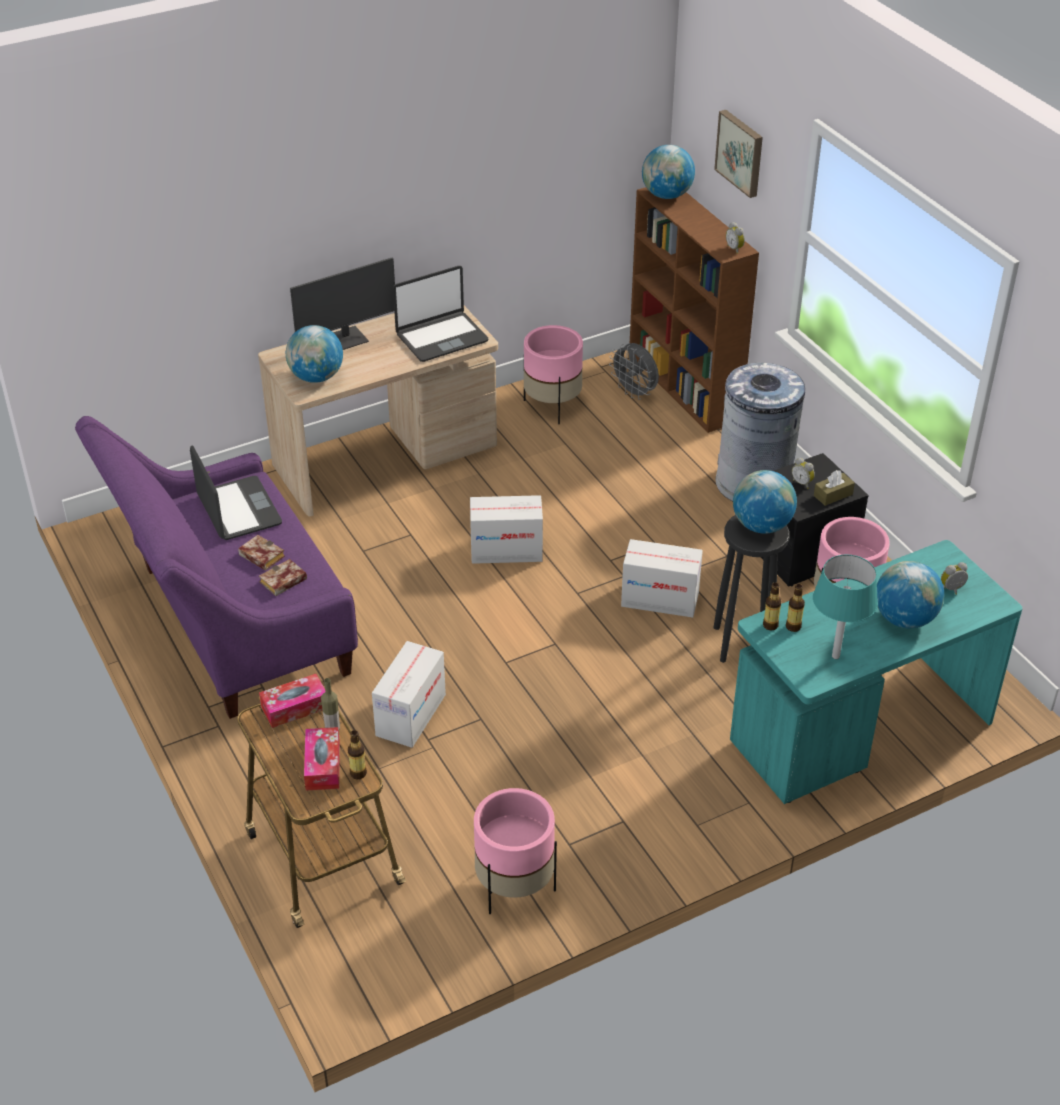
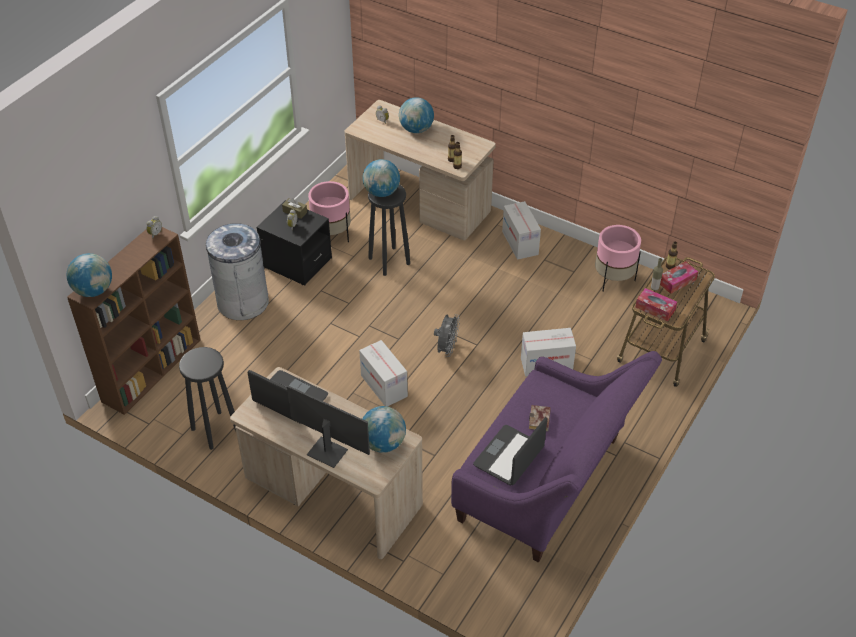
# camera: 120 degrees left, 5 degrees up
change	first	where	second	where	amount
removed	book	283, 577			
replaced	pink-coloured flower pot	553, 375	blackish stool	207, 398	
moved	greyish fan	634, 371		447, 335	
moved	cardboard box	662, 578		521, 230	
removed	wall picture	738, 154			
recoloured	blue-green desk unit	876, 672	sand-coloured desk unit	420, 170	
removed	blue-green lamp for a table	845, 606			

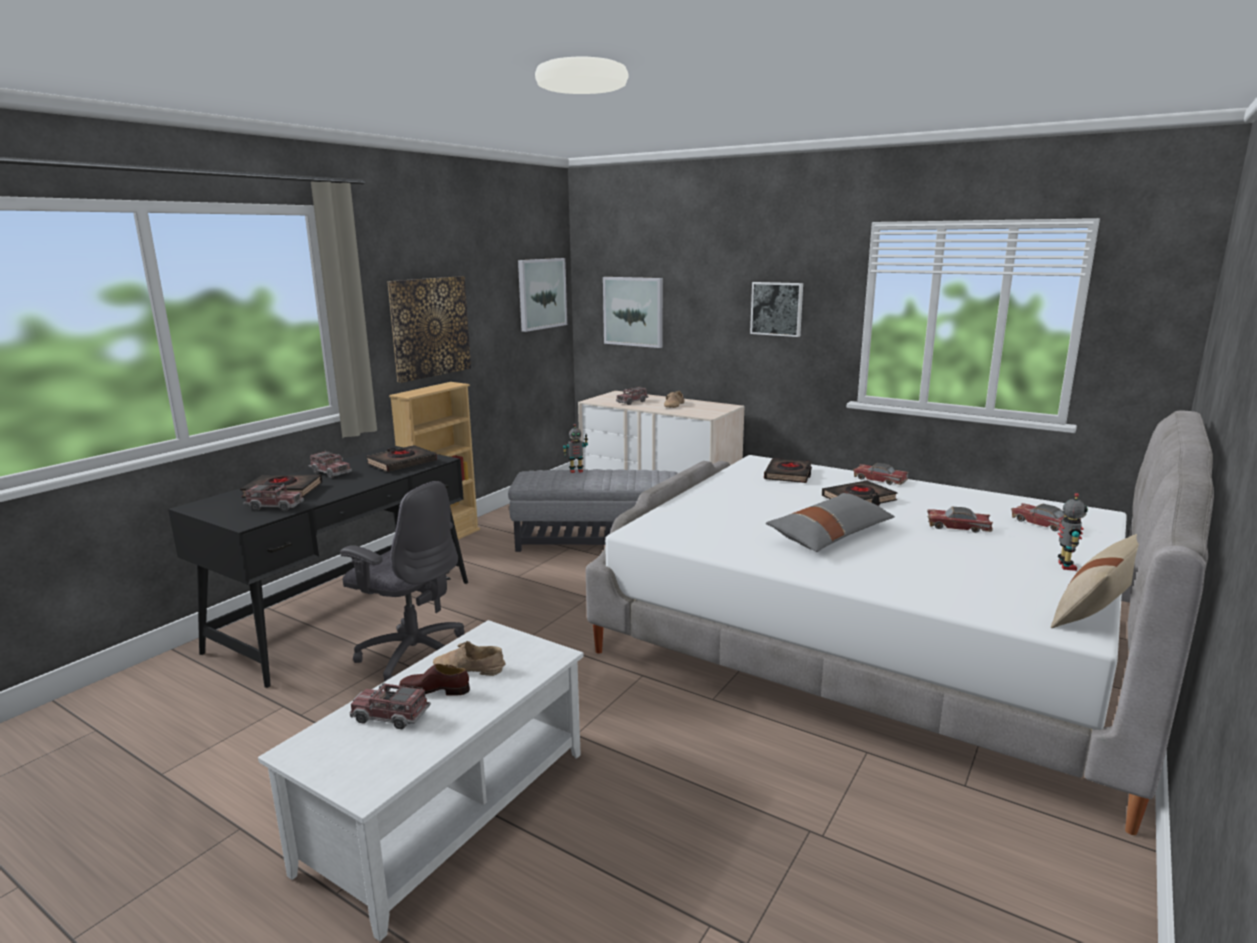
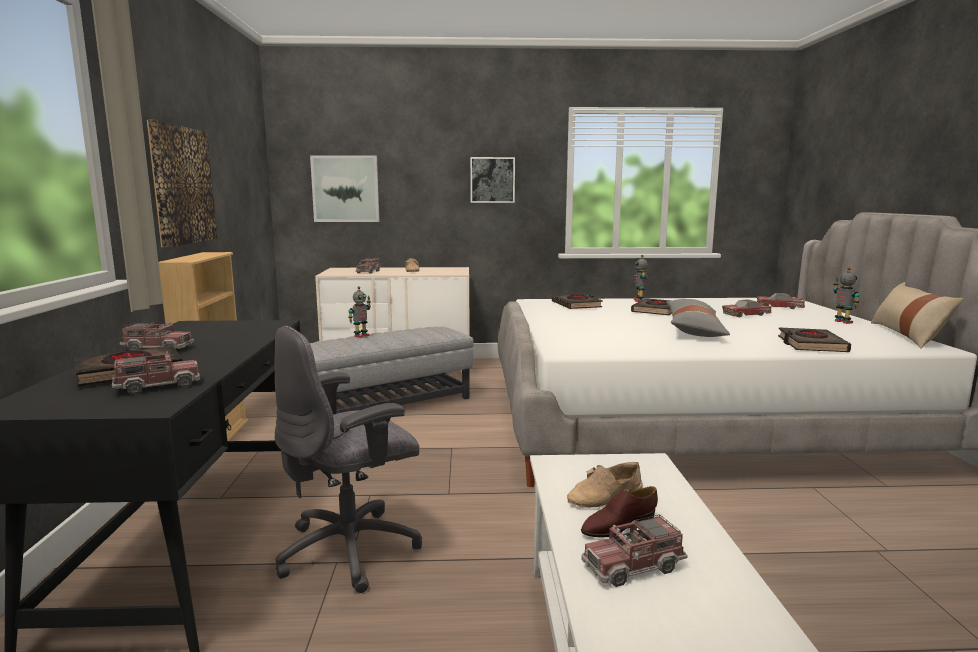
# camera: 35 degrees left, 5 degrees down
change	first	where	second	where	amount
turned	greyish computer chair	402, 581		348, 459	150 degrees clockwise
moved	blackish book	401, 458		814, 339	
removed	wall picture	542, 295			
replaced	toy car	880, 474	toy robot	641, 278	

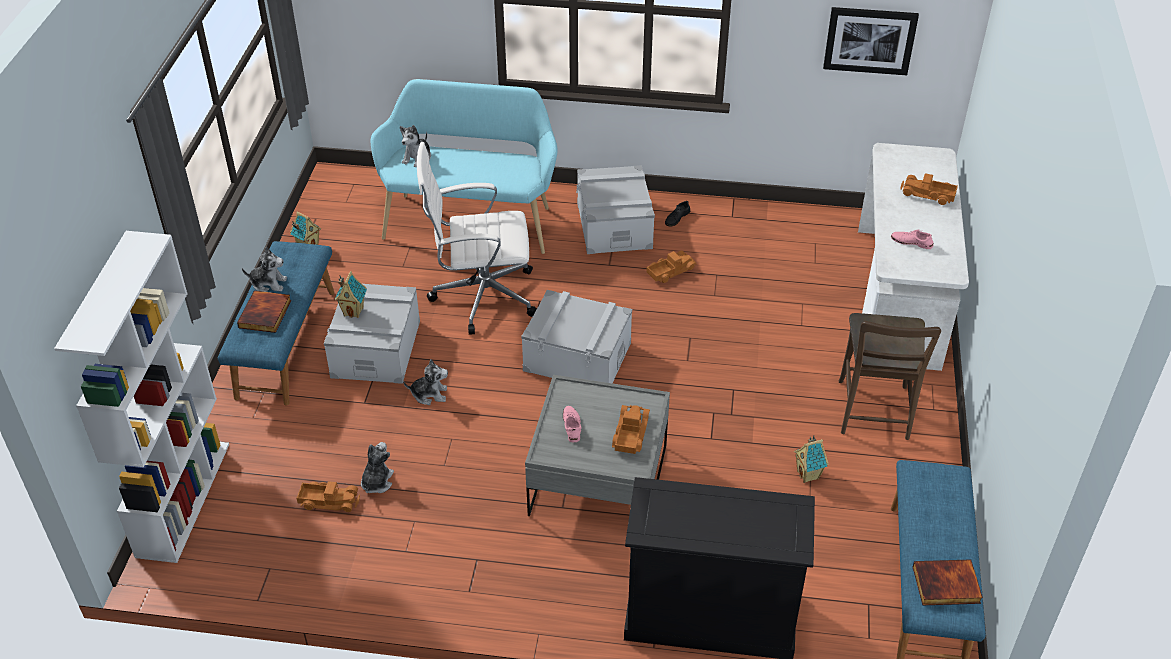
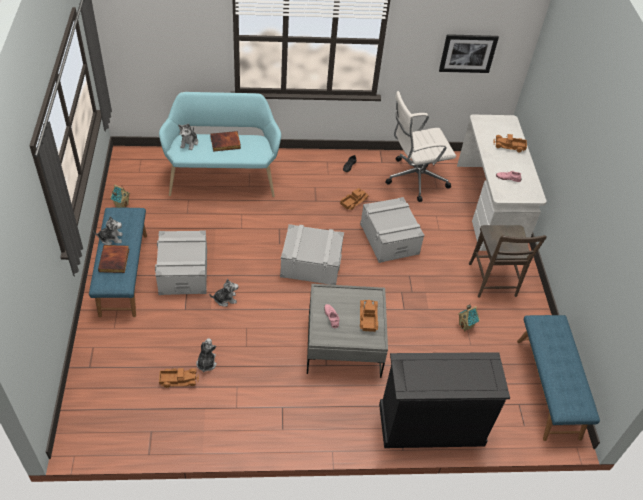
# camera: 15 degrees left, 5 degrees up
change	first	where	second	where	amount
removed	white-coloured bookcase	141, 397			
removed	miniature house	350, 294			
moved	white-coloured computer chair	477, 238		420, 146	
moved	greyish storage box	615, 209		392, 230	
moved	book	948, 582		225, 141	

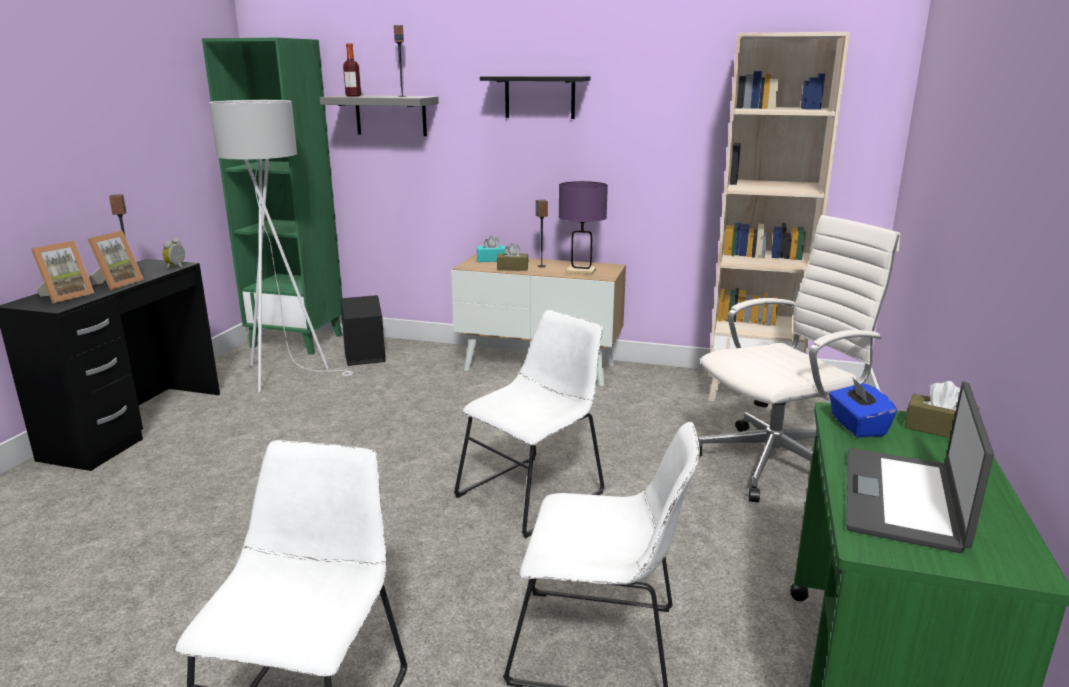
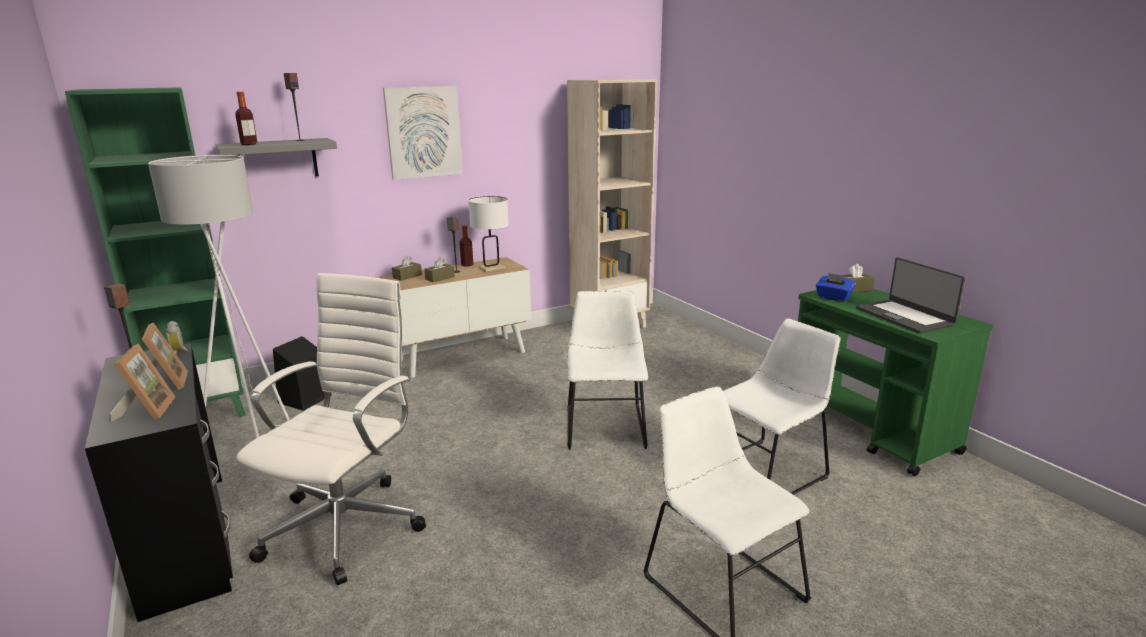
# camera: 45 degrees left, 0 degrees up
change	first	where	second	where	amount
recoloured	blue-green tissue holder	491, 248	brown-coloured tissue holder	407, 268	
replaced	blackish bracket shelf	535, 97	wall picture	423, 133	
recoloured	purple-coloured lamp for a table	583, 228	white-coloured lamp for a table	488, 234	
moved	white-coloured computer chair	799, 358		331, 429	
added			beverage bottle	466, 246	

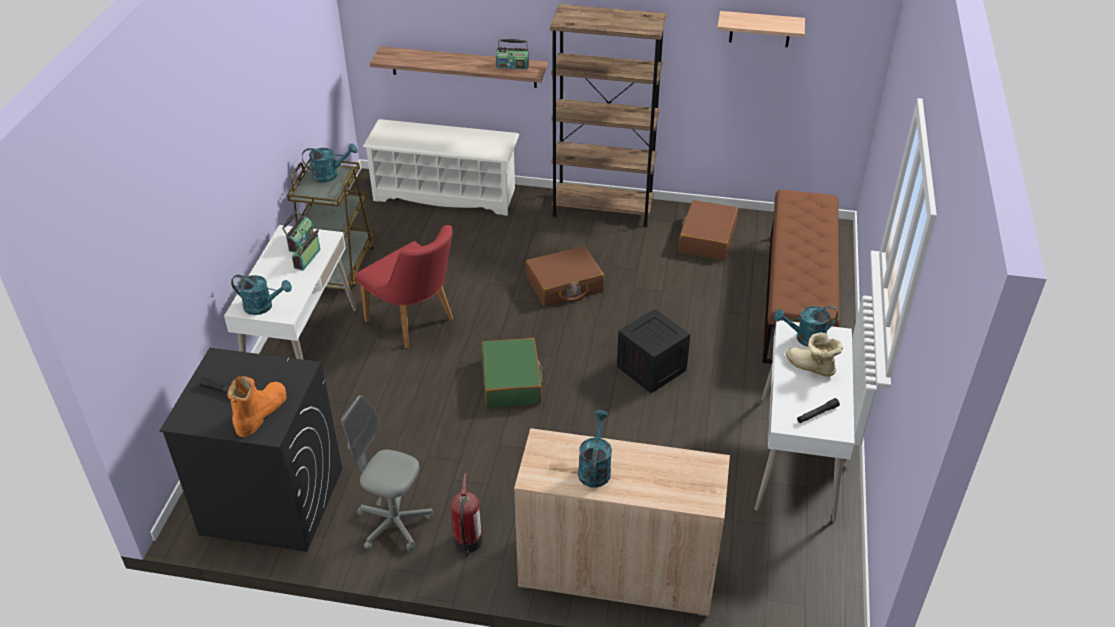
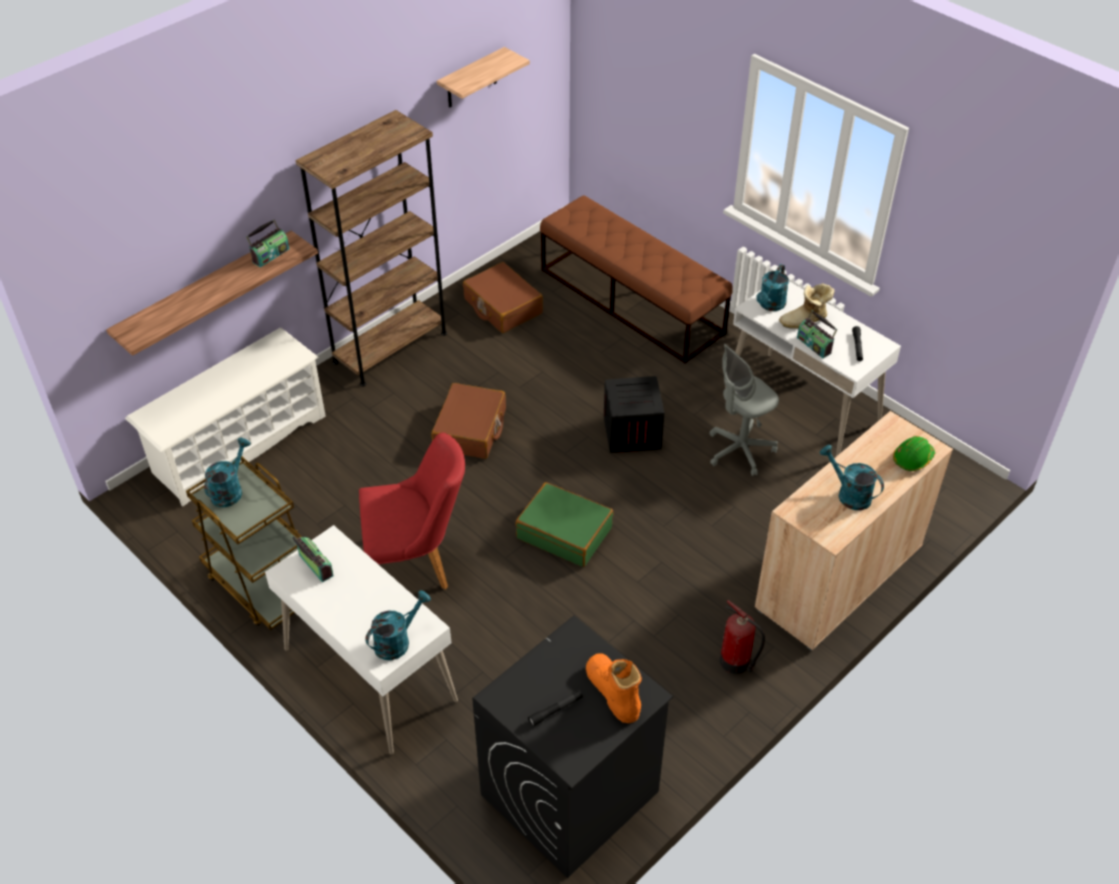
# camera: 55 degrees left, 5 degrees up
change	first	where	second	where	amount
moved	radio set	306, 250		817, 334	
moved	greyish computer chair	387, 473		744, 410	
added			green safety helmet	914, 453	

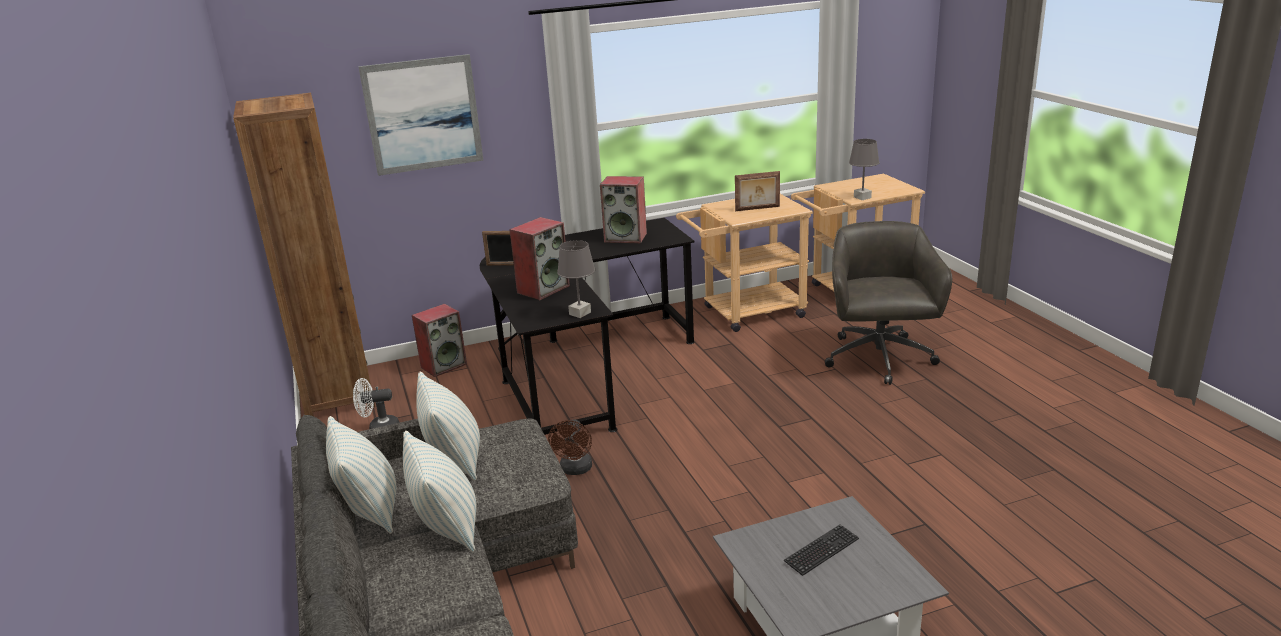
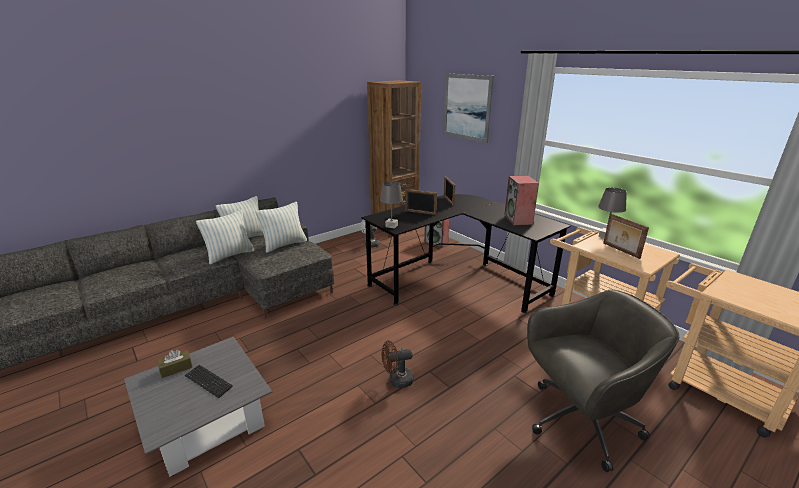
# camera: 70 degrees right, 0 degrees up
change	first	where	second	where	amount
replaced	audio speaker	539, 258	picture frame	421, 202	
moved	brown-coloured fan	570, 447		398, 364	
moved	greyish lamp for a table	864, 169		612, 213	
added			brown-coloured tissue holder	174, 364	

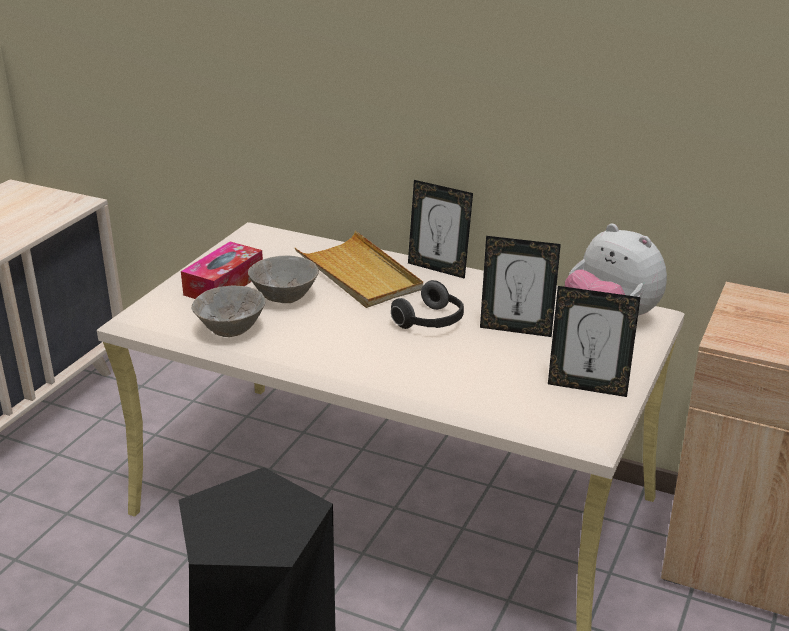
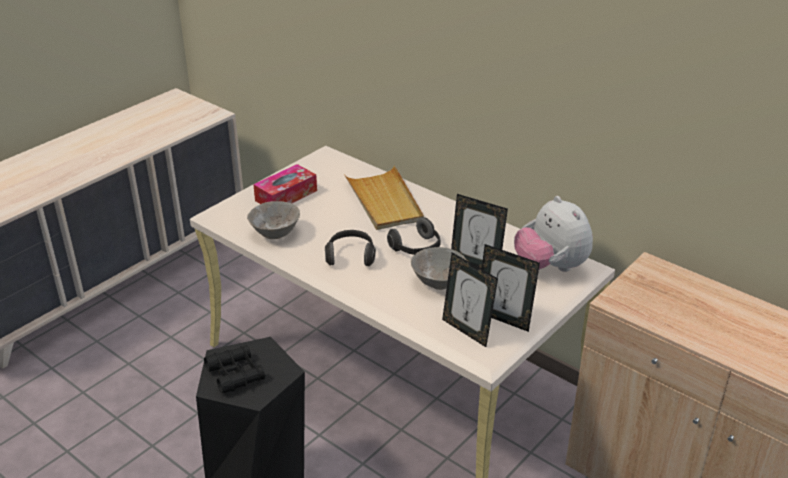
# camera: 15 degrees right, 5 degrees up
change	first	where	second	where	amount
moved	greyish bowl	283, 279		438, 268	
moved	picture frame	440, 229		470, 300	
added			blackish binoculars	234, 369	
added			headset	350, 248	

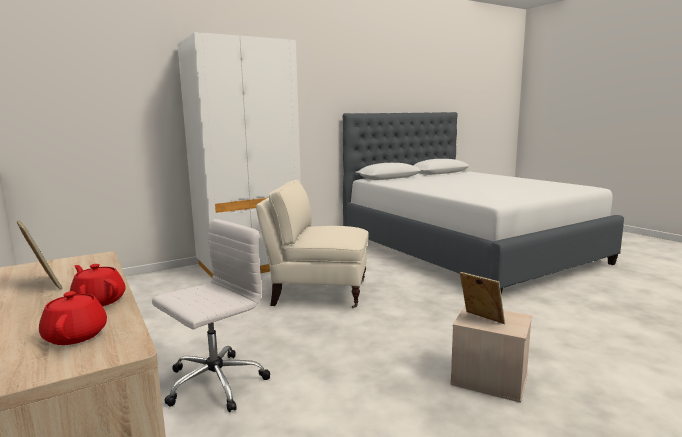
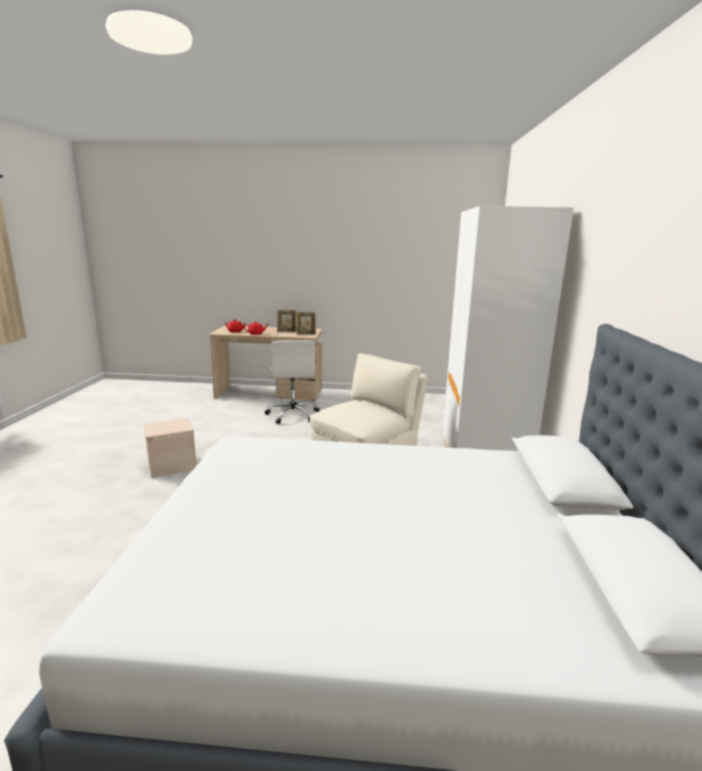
# camera: 125 degrees right, 5 degrees up
change	first	where	second	where	amount
moved	picture frame	482, 298		306, 323	

